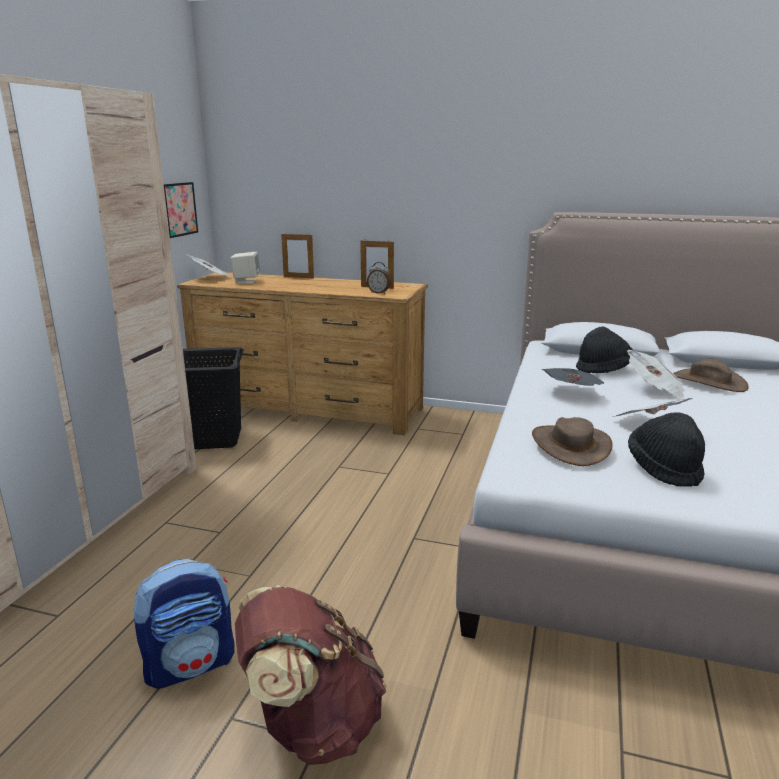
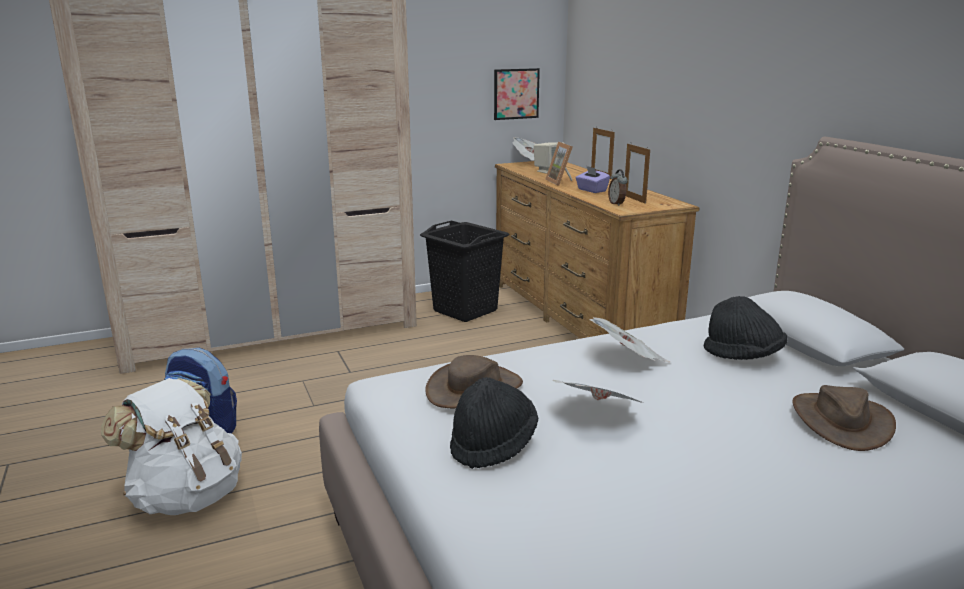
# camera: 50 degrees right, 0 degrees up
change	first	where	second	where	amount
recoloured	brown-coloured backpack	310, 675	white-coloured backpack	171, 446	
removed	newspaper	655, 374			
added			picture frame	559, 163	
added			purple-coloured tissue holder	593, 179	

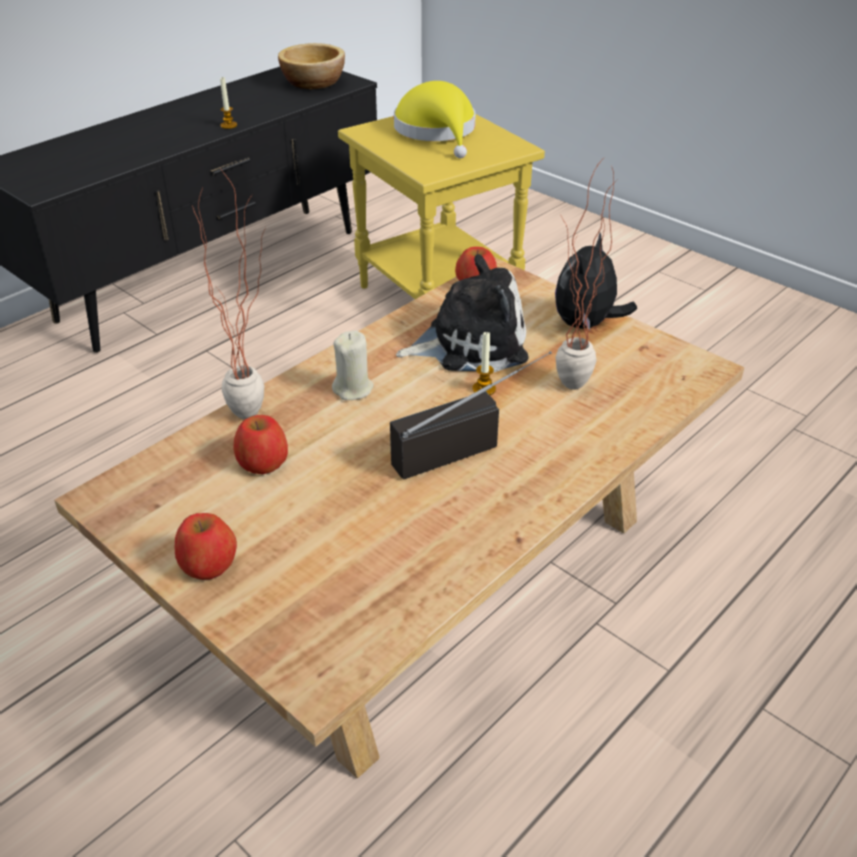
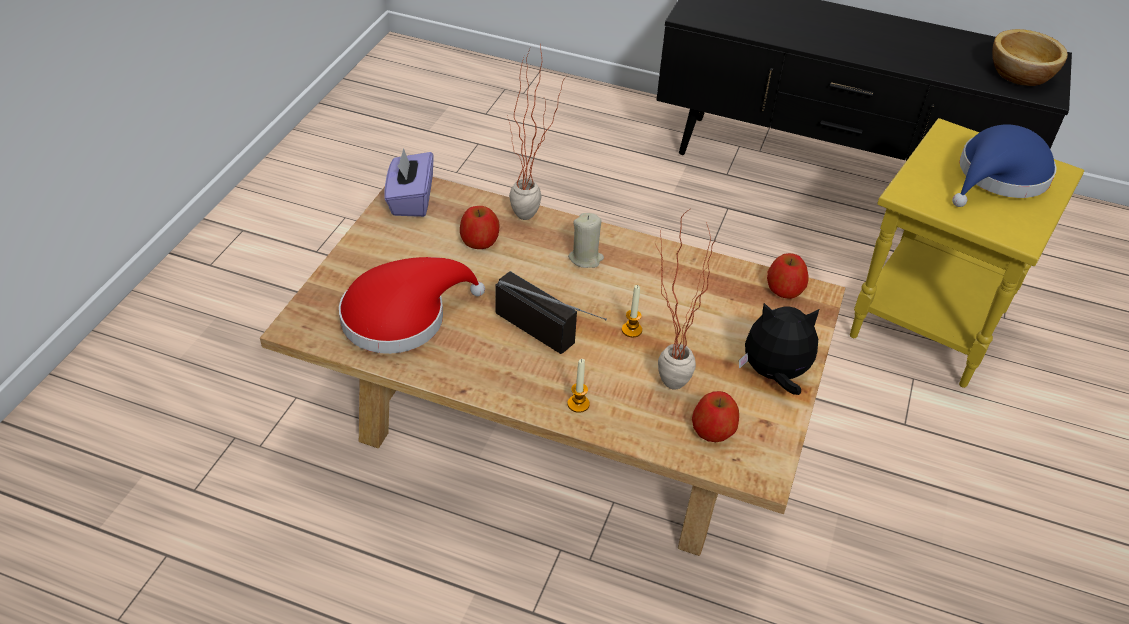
# camera: 65 degrees right, 5 degrees up
change	first	where	second	where	amount
moved	apple fruit	206, 546		715, 416	
moved	wax candle	228, 103		578, 386	
recoloured	yellow-coloured hat	435, 119	bluish hat	1004, 165	
removed	soft toy	462, 313			
added			reddish hat	412, 305	
added			purple-coloured tissue holder	408, 182	

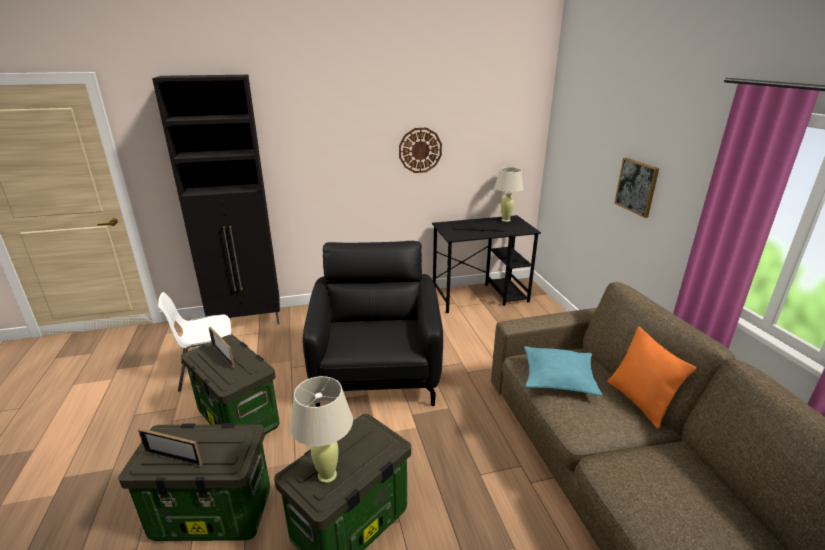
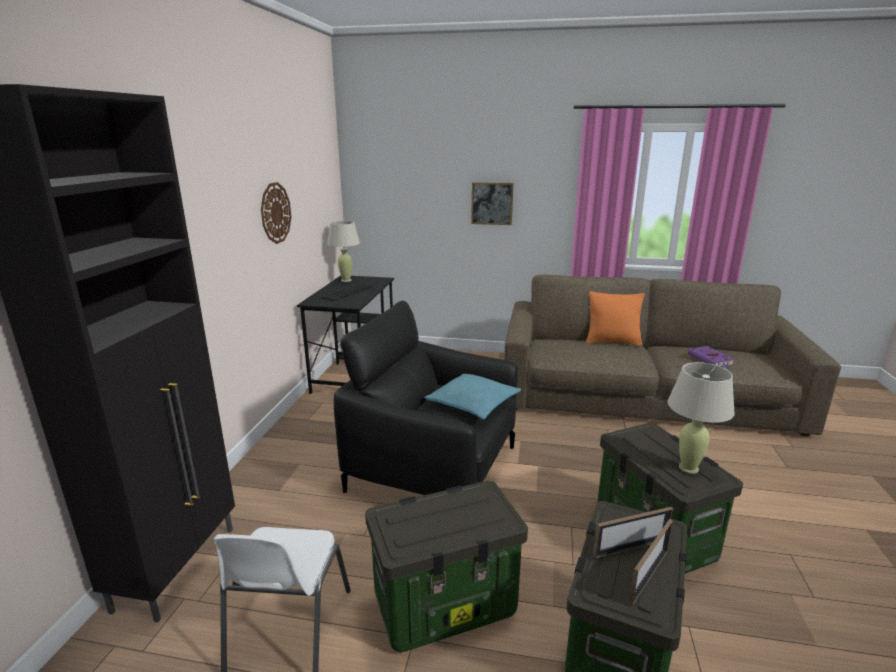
# camera: 65 degrees left, 5 degrees down
change	first	where	second	where	amount
moved	picture frame	222, 347		633, 532	
moved	blue-green pillow	563, 371		472, 397	
added			purple-coloured book	711, 358	

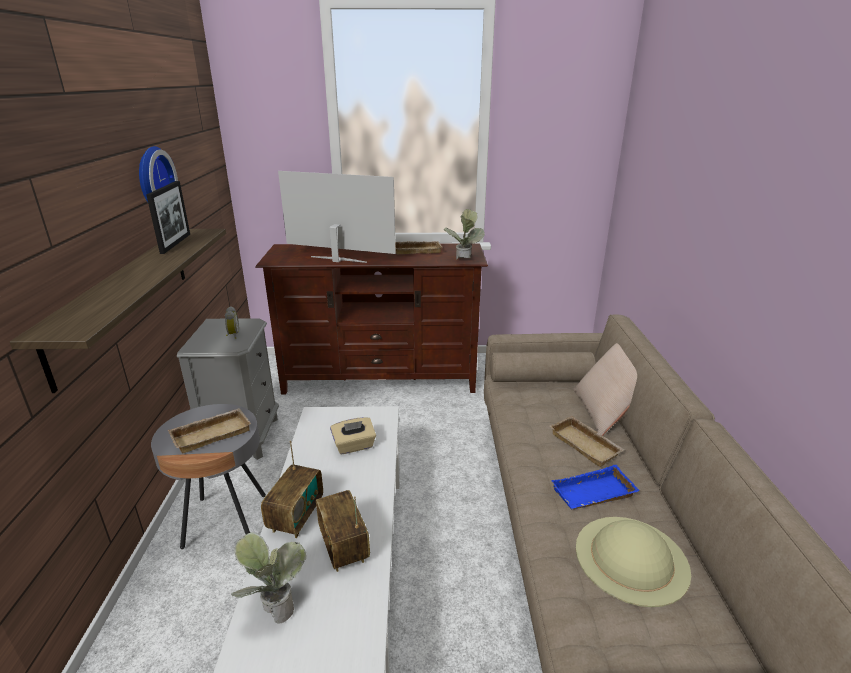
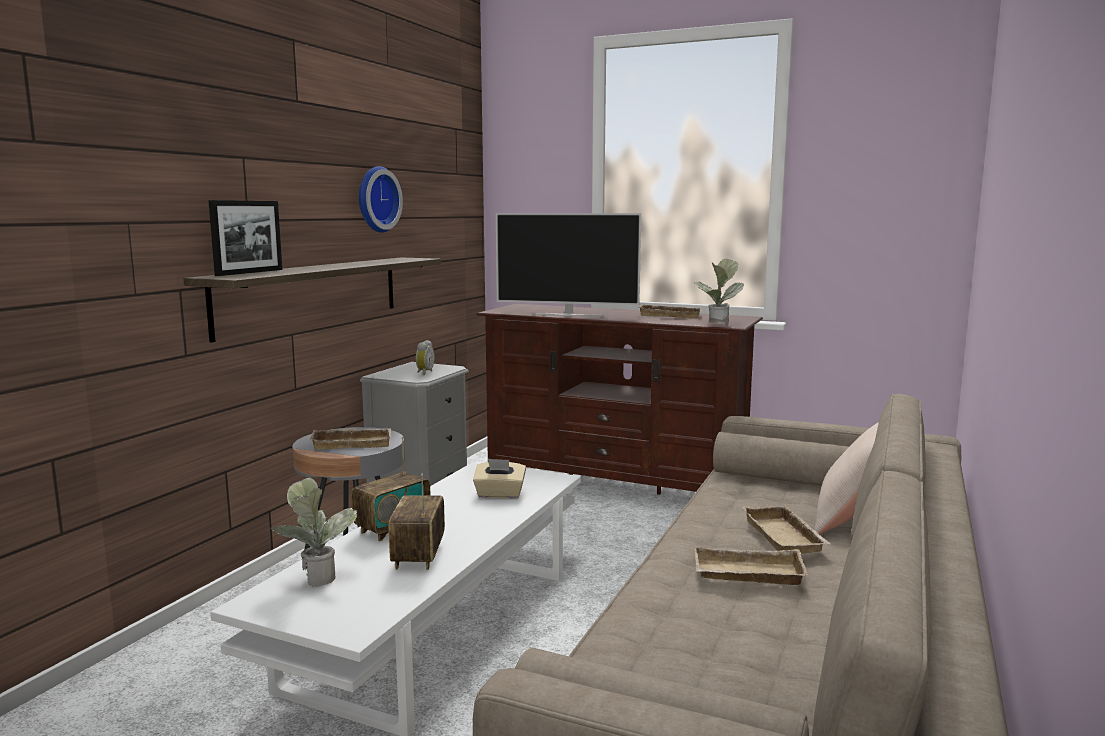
# camera: 25 degrees right, 15 degrees down
change	first	where	second	where	amount
moved	picture frame	168, 217		245, 238	
turned	TV	337, 217		568, 264	150 degrees clockwise
recoloured	bluish serving tray	595, 487	sand-coloured serving tray	751, 565	
removed	sand-coloured hat	633, 562			

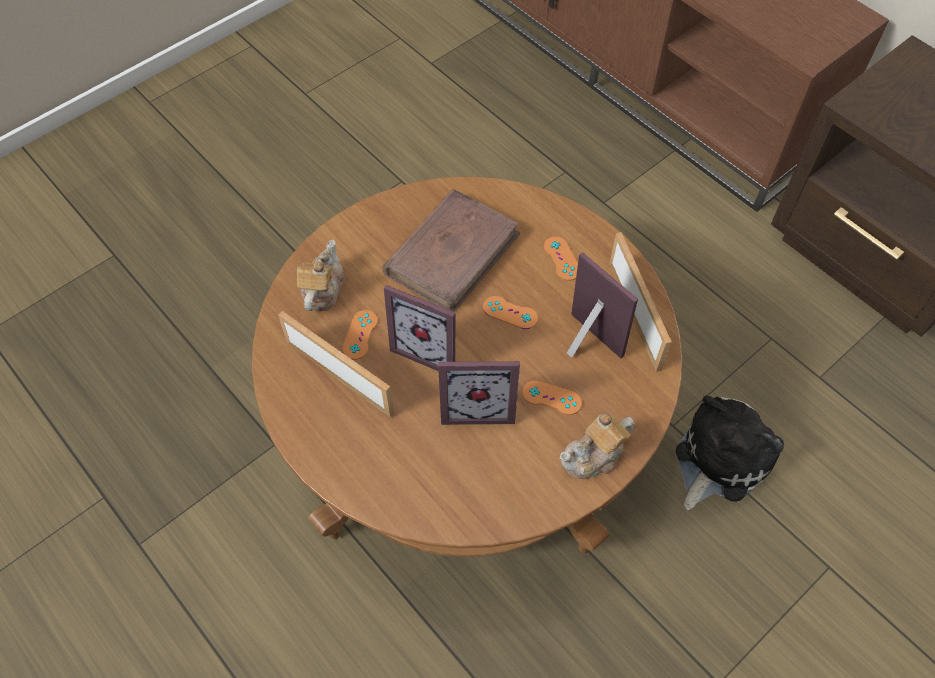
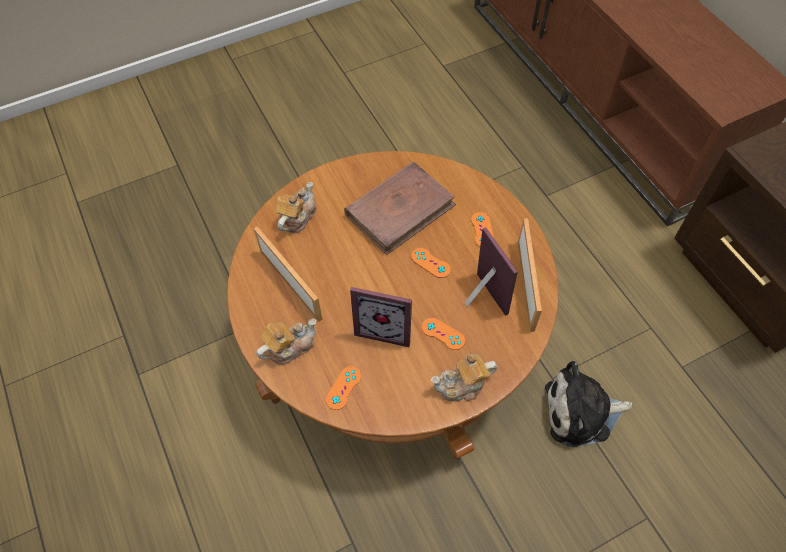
# camera: 15 degrees right, 0 degrees up
change	first	where	second	where	amount
moved	orange-coloured gamepad	360, 335		343, 388	
removed	picture frame	420, 328			
turned	soft toy	730, 453		589, 404	150 degrees counterclockwise
added			tea pot	286, 341	

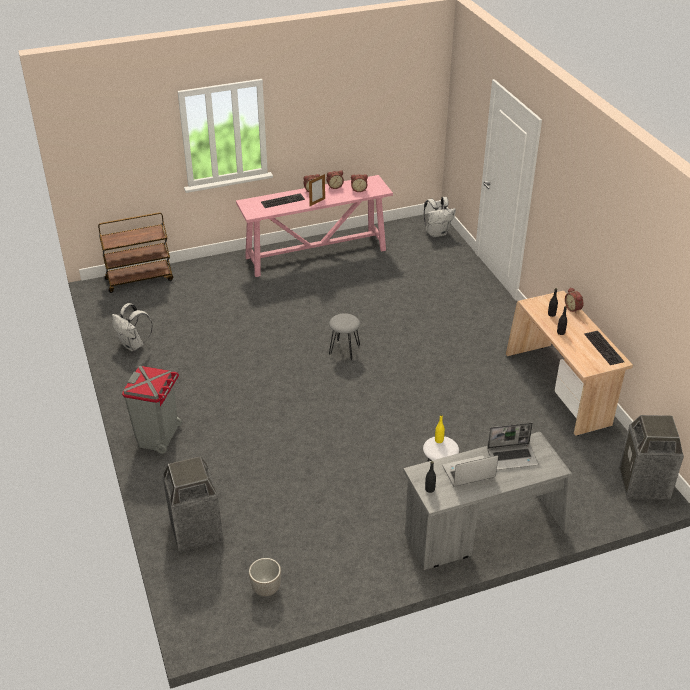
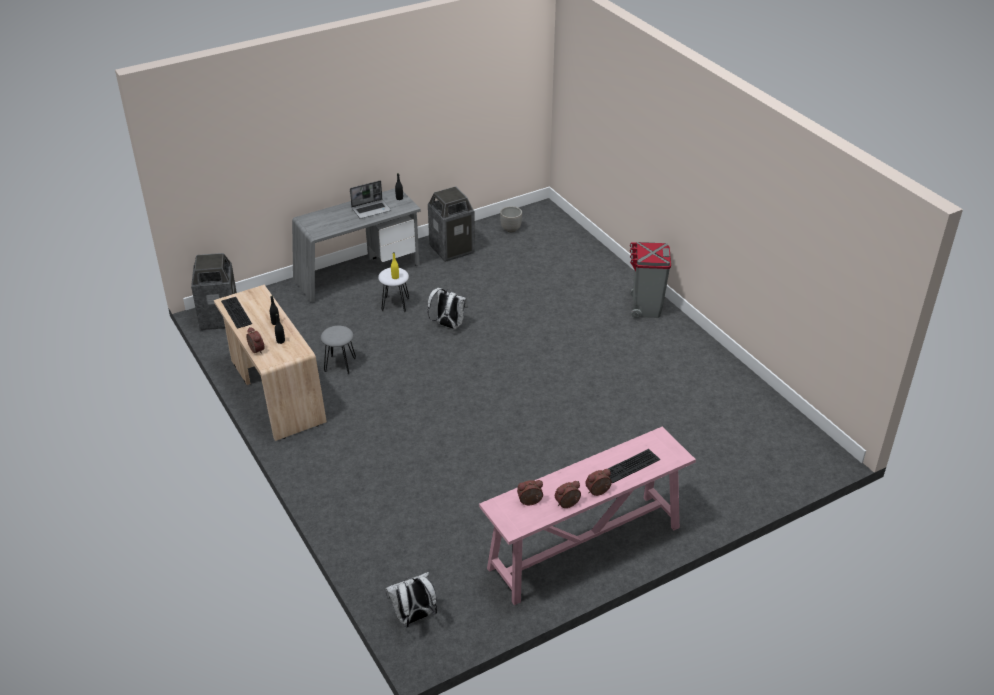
# camera: 170 degrees right, 0 degrees up
change	first	where	second	where	amount
removed	brown-coloured trolley	135, 252			
moved	white-coloured backpack	132, 327		447, 308	
moved	rubbish bin	192, 504		451, 224	
removed	picture frame	317, 190			
moved	greyish stool	344, 337		338, 350	
removed	notebook computer	512, 446			

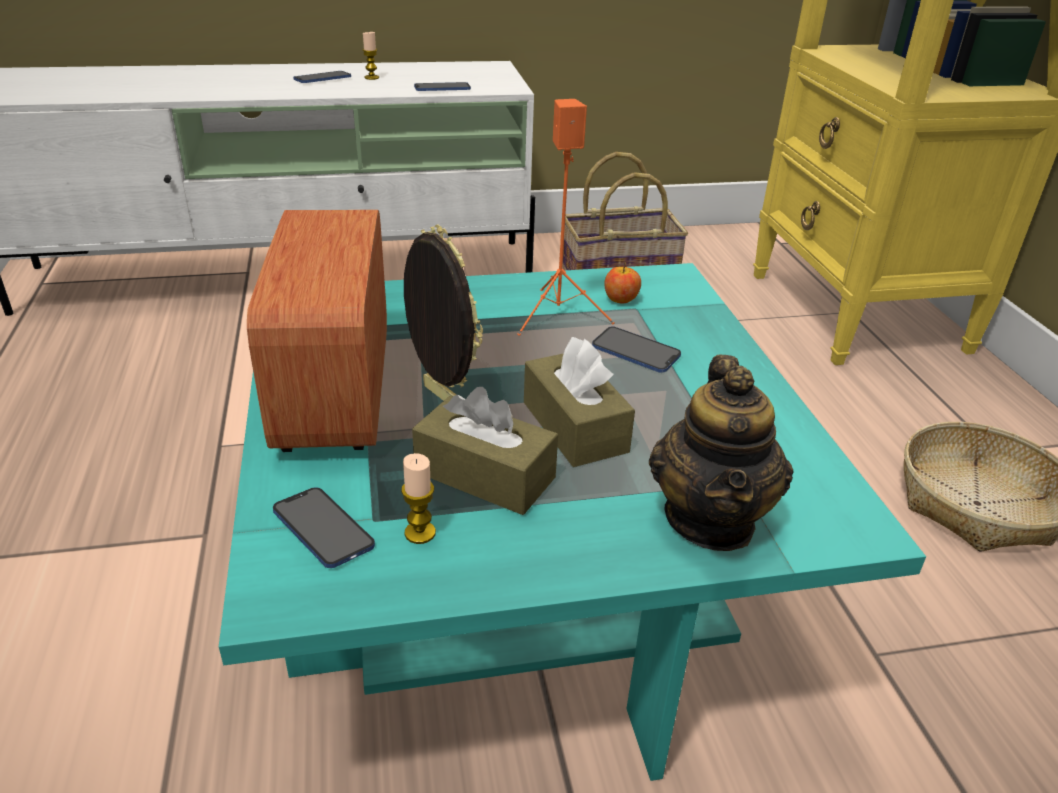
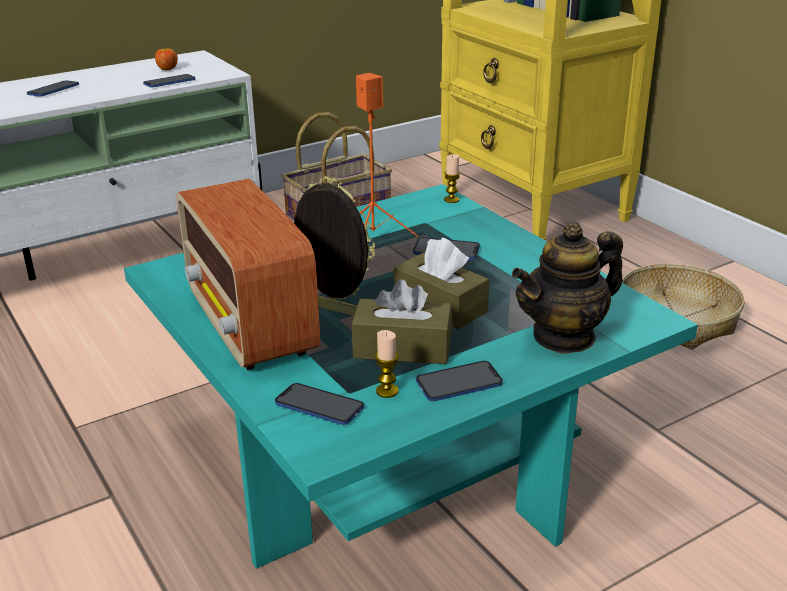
# camera: 20 degrees left, 5 degrees down
change	first	where	second	where	amount
moved	wax candle	370, 55		452, 178	
moved	apple fruit	622, 282		166, 57	
turned	tea pot	721, 453		567, 288	75 degrees clockwise
added			phone	459, 381	

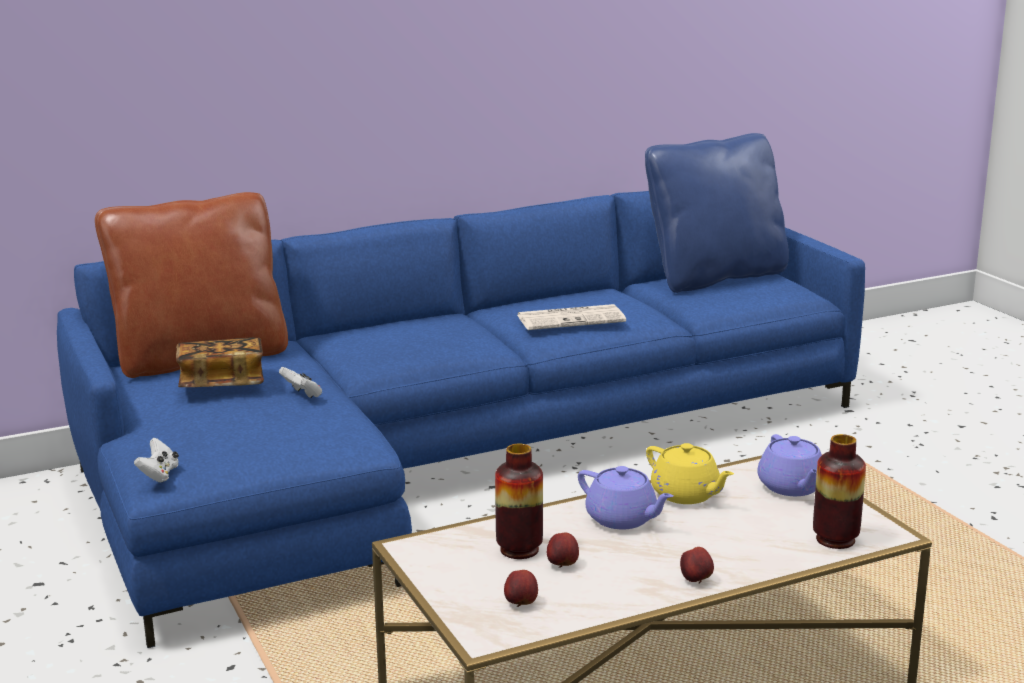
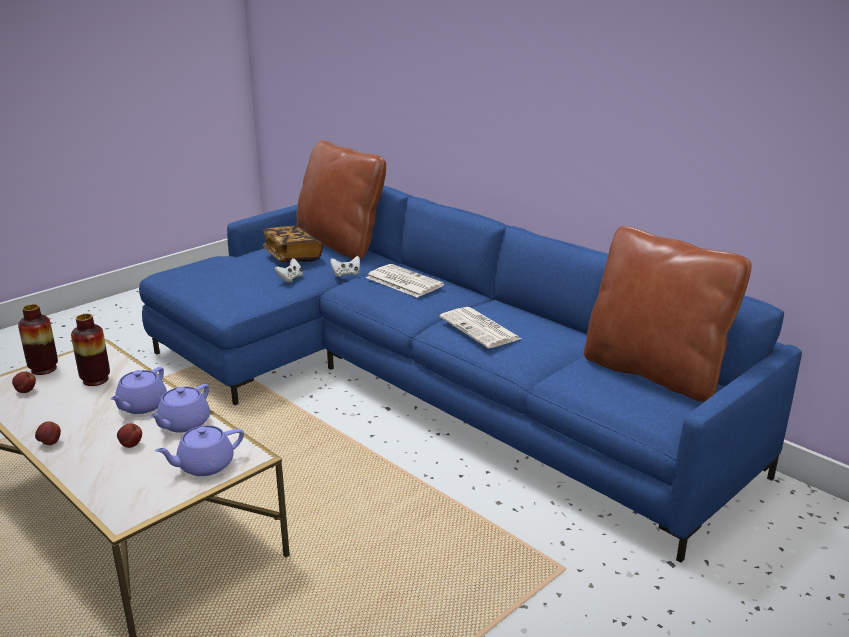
# camera: 70 degrees right, 5 degrees up
change	first	where	second	where	amount
moved	white-coloured gamepad	156, 460		345, 266	
moved	apple fruit	563, 550		129, 435	
recoloured	bluish pillow	717, 213	brown-coloured pillow	667, 314	
recoloured	yellow-coloured tea pot	690, 473	purple-coloured tea pot	179, 408	
moved	flower vase	839, 491		38, 339	
added			newspaper	405, 281	

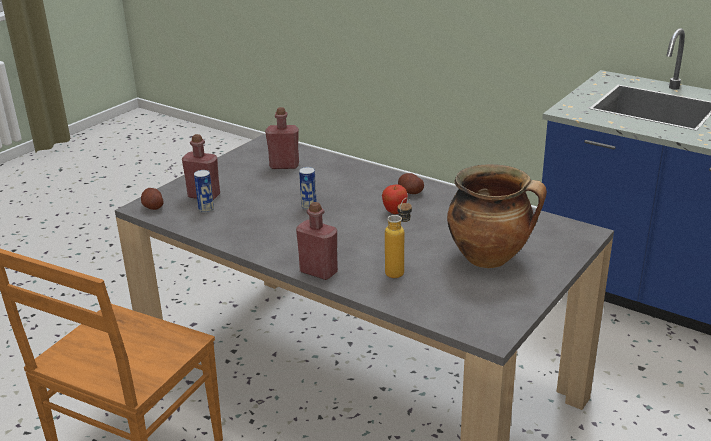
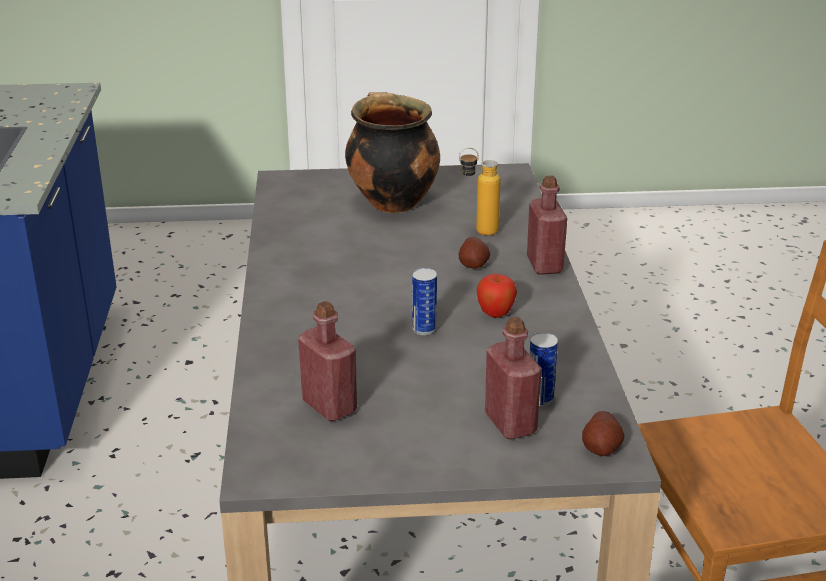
# camera: 130 degrees left, 0 degrees up
change	first	where	second	where	amount
moved	apple fruit	395, 199		497, 296	
moved	potato	411, 183		474, 252	

